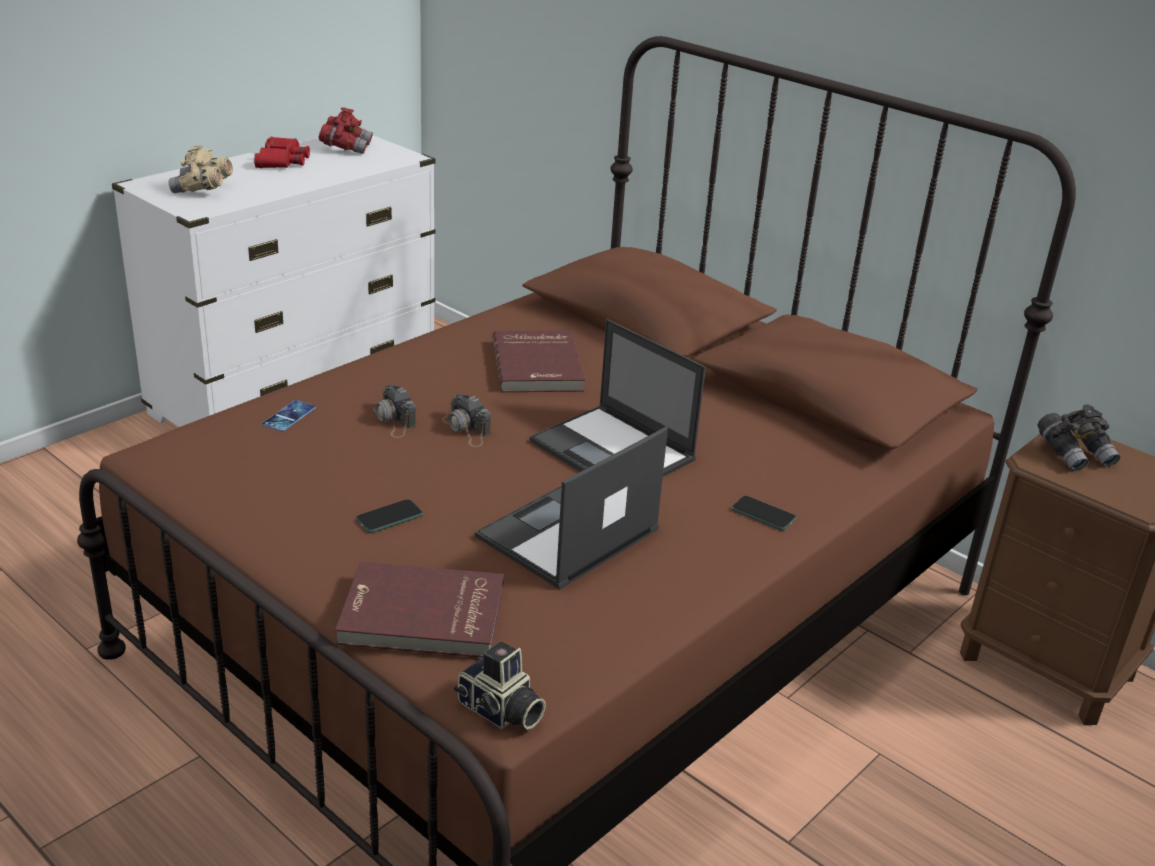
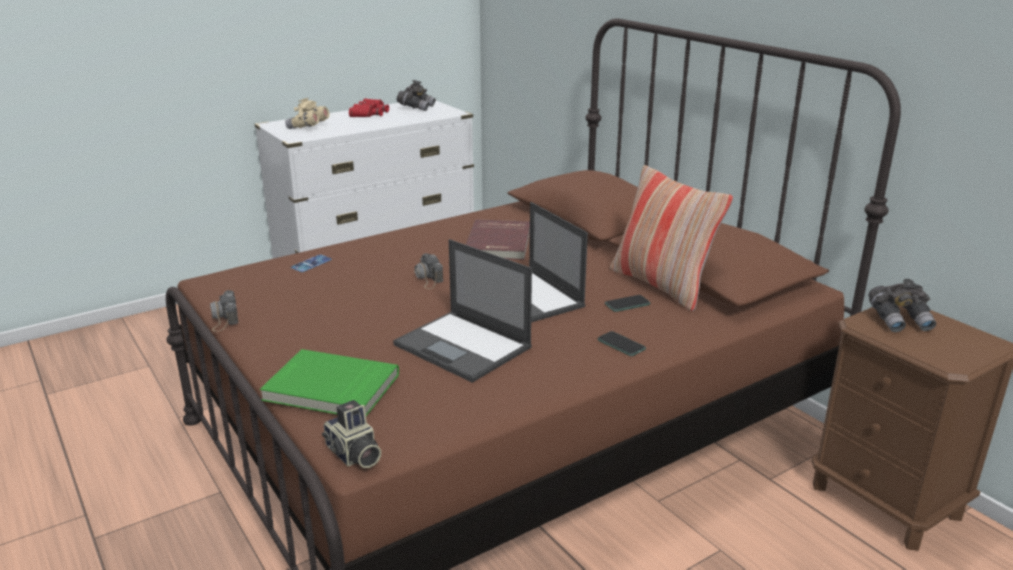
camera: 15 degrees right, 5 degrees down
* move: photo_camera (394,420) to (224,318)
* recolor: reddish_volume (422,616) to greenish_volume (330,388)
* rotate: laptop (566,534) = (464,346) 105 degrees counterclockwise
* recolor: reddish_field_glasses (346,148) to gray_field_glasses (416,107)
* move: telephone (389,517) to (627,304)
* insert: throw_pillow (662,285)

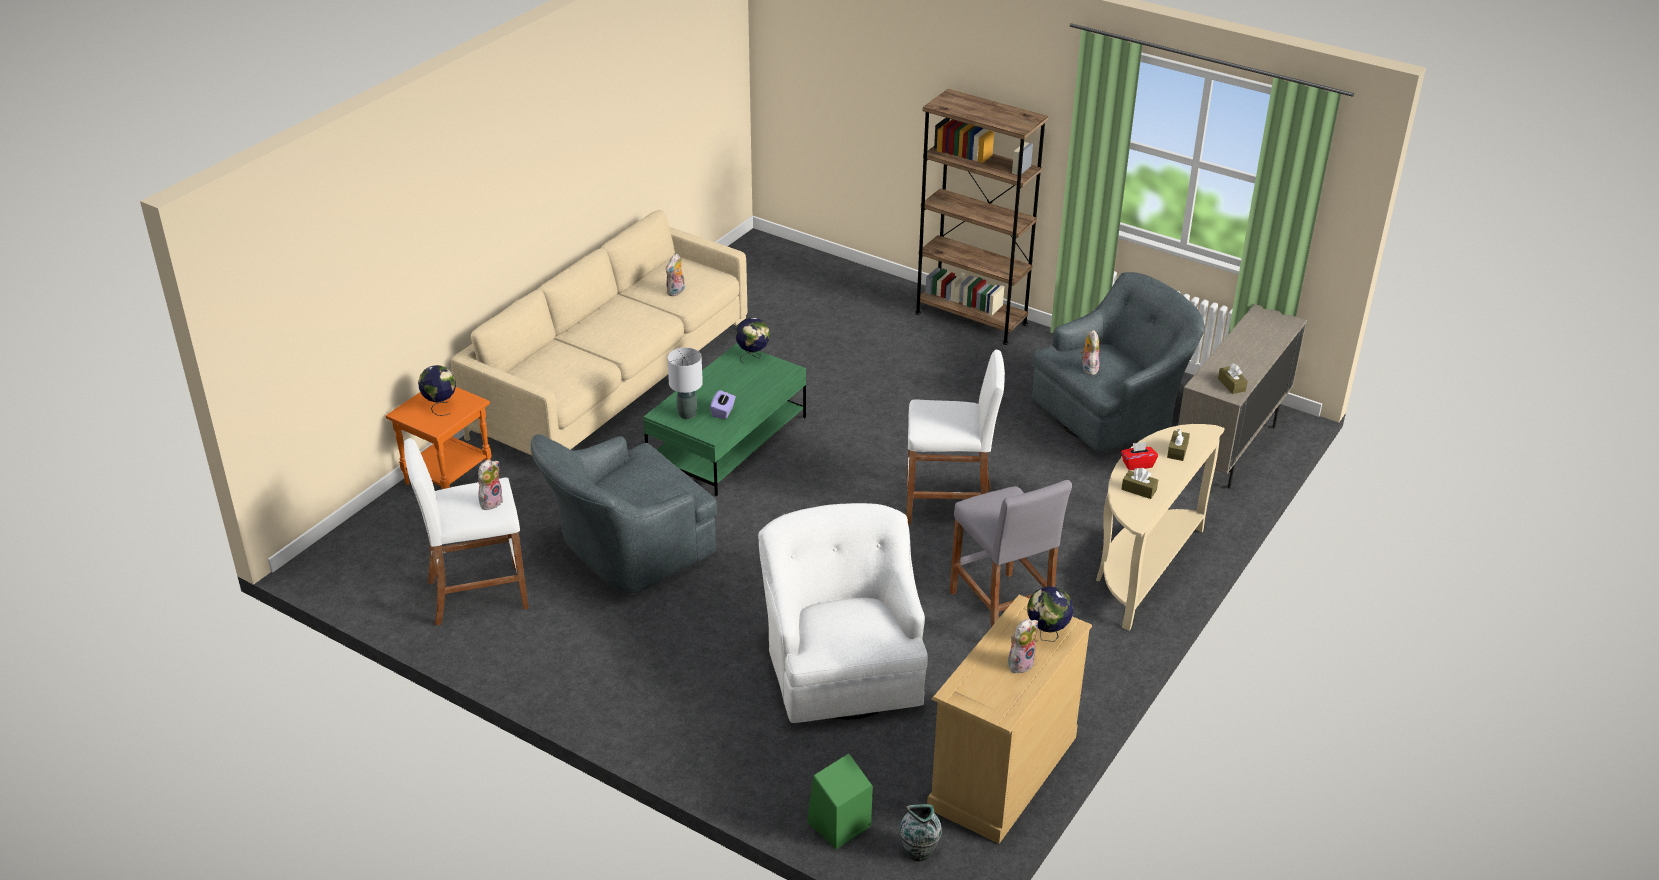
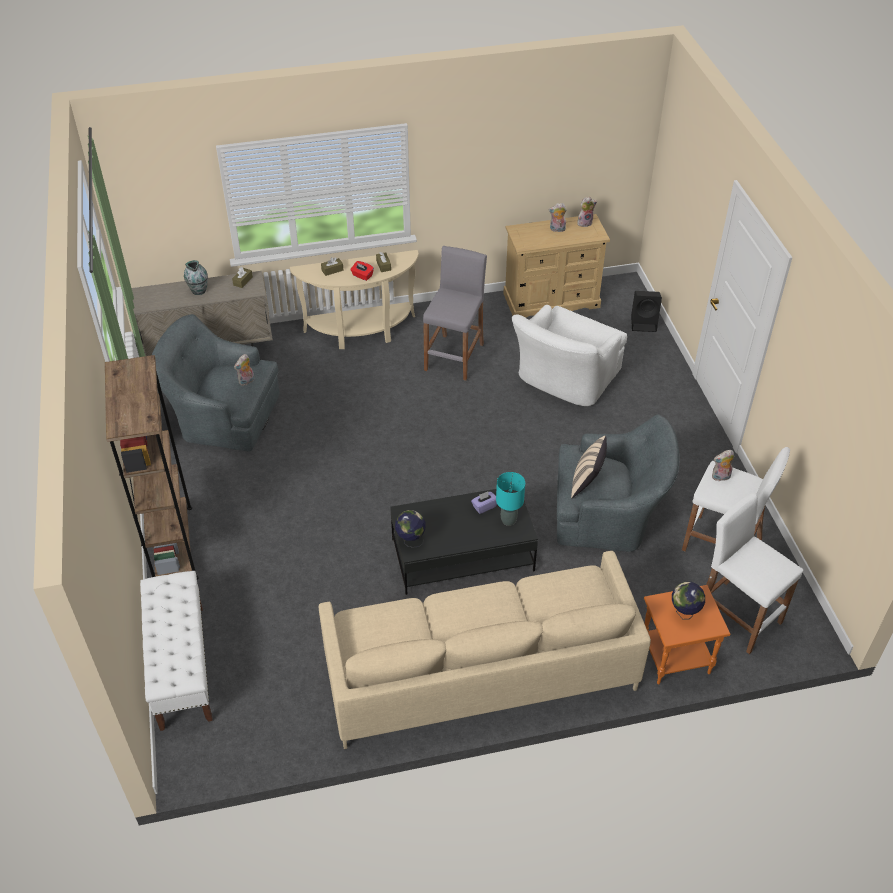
camera: 135 degrees left, 10 degrees up
* insert: white_long_seat (182,666)
* move: decorative_vase (919,852) to (198,290)
* recolor: greenish_low_table (727,441) to black_low_table (462,555)
* recolor: gray_table_lamp (687,414) to turquoise-coloured_table_lamp (508,520)
* insert: sand-coloured_throw_pillow (587,483)
* move: cuddly_toy (676,292) to (585,223)
* recolor: greenish_audio_speaker (838,825) to black_audio_speaker (644,323)
* move: white_stool (949,505) to (736,616)
* delete: globe (1047,635)

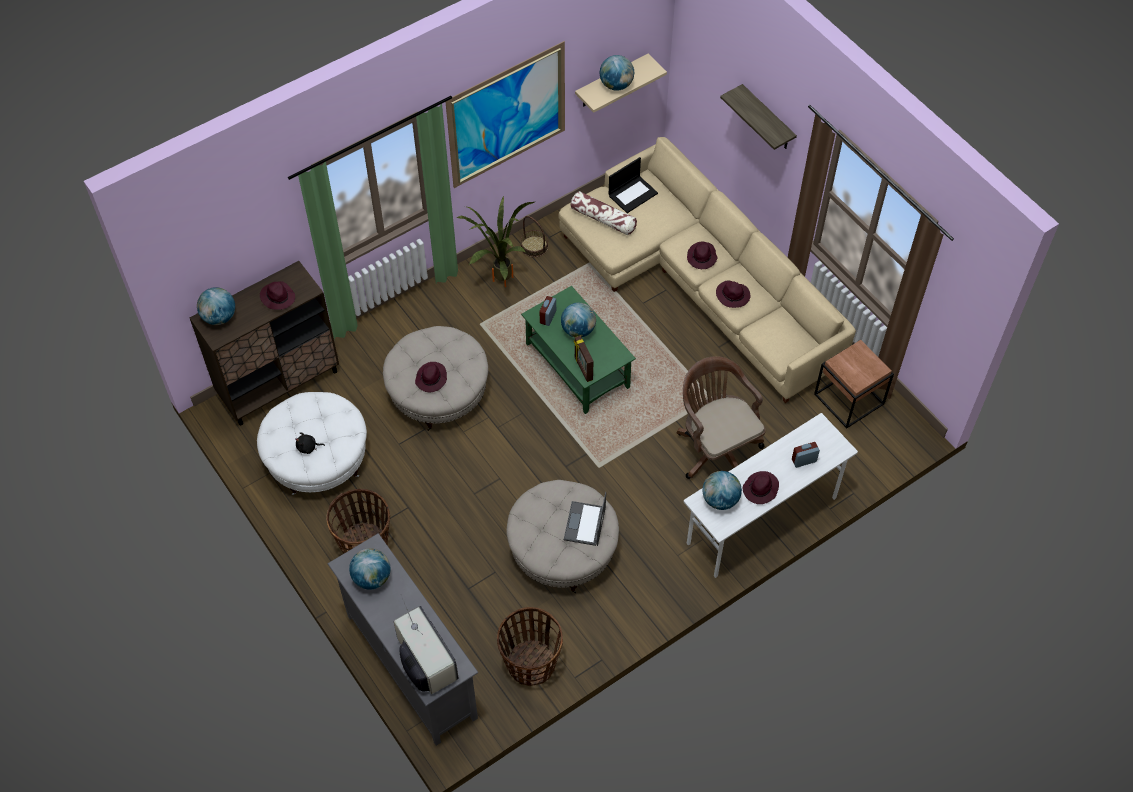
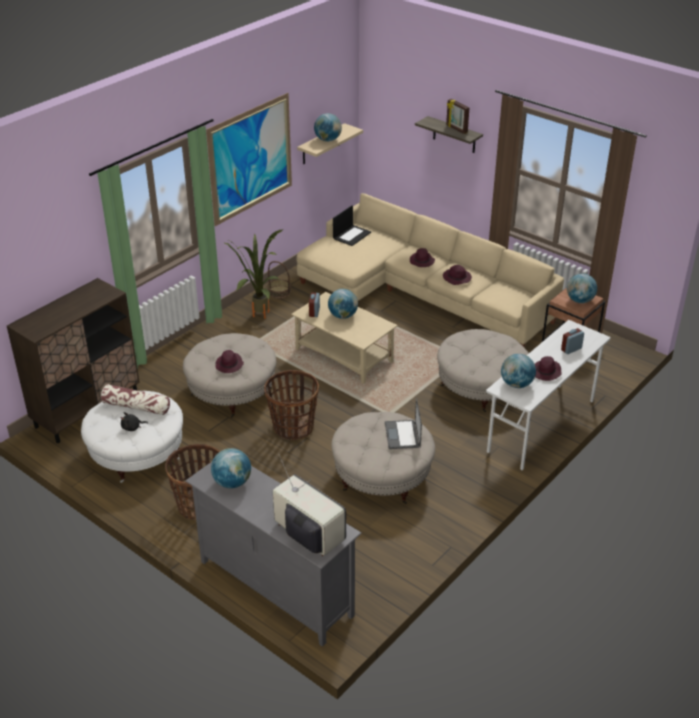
camera: 15 degrees left, 20 degrees down
* move: throw_pillow (603,219) to (136,406)
* move: storage_basket (530,663) to (293,427)
* recolor: greenish_low_table (578,366) to sand-coloured_low_table (345,356)
* replace: brownish_computer_chair (715,448) to sand-coloured_pouffe (480,387)
* move: picture_frame (583,368) to (456,129)
* move: globe (219,317) to (579,300)
* delete: purple_hat (277,297)

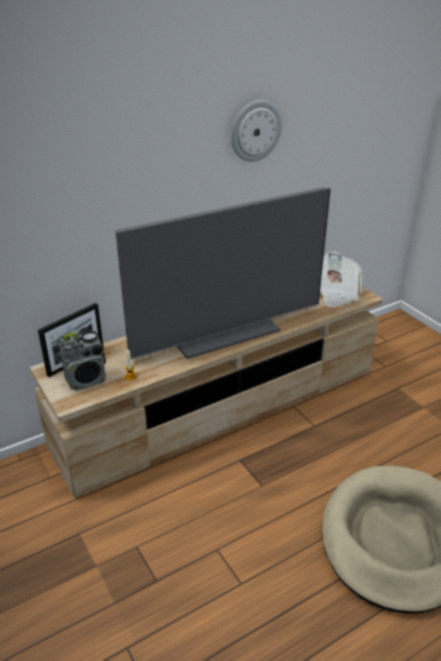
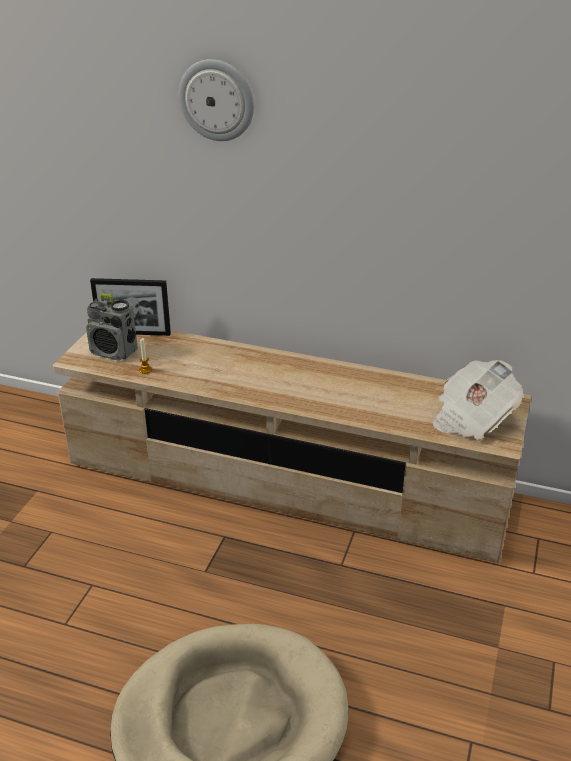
camera: 50 degrees right, 0 degrees up
* move: wall_clock (255,130) to (217,100)
* delete: television (224,331)

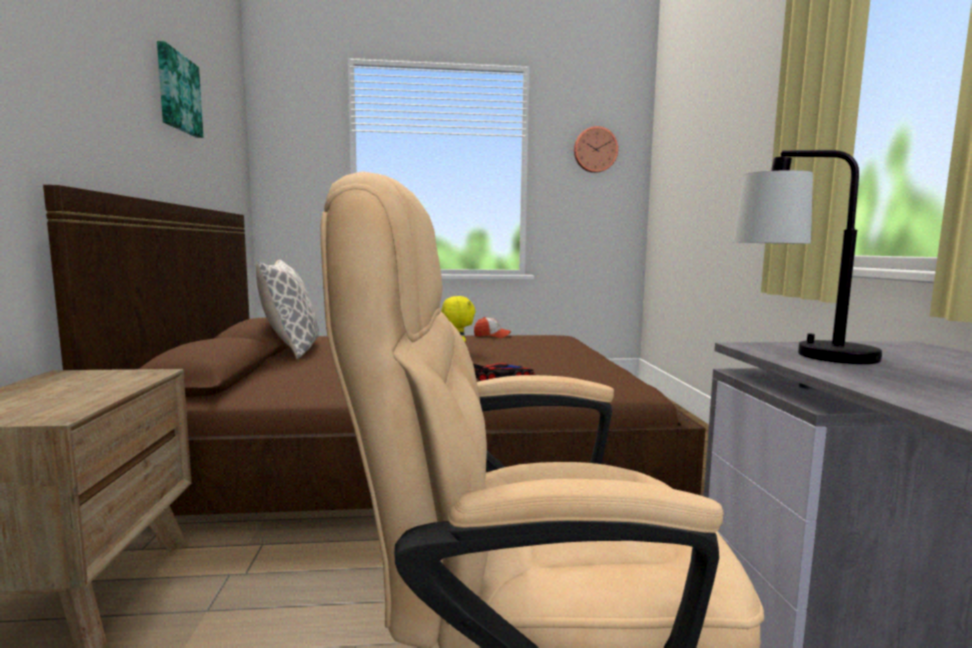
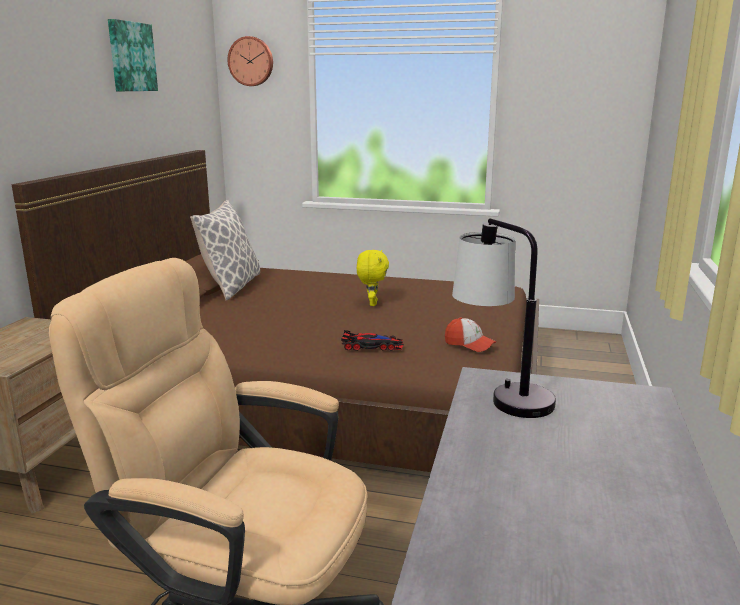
camera: 20 degrees right, 10 degrees up
* move: wall_clock (595,150) to (251,61)
* move: peaked_cap (492,336) to (469,344)

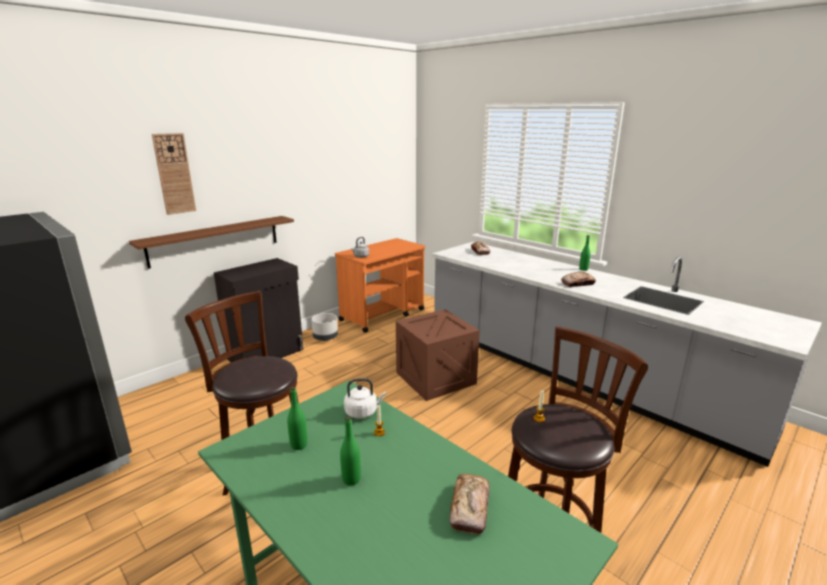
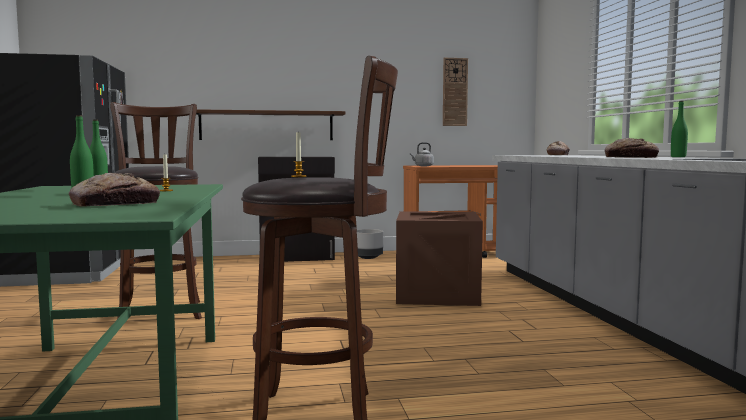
camera: 35 degrees right, 15 degrees down
* move: wall_clock (174,174) to (455,92)
* delete: white_kettle (363,412)

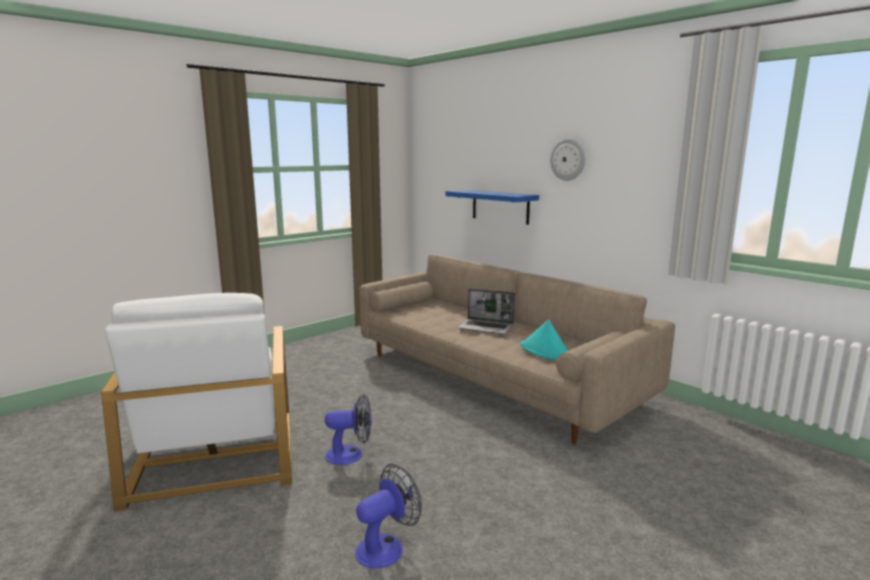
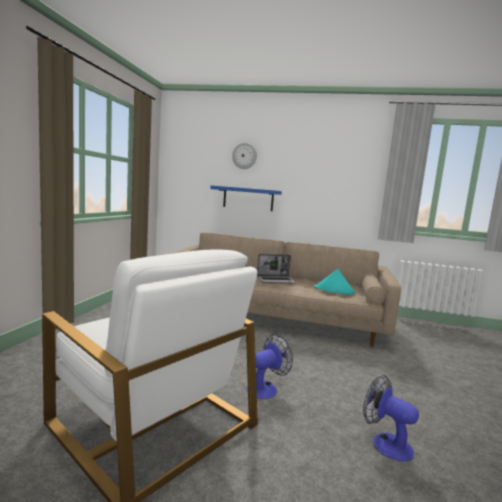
camera: 35 degrees left, 5 degrees down
* move: wall_clock (568,159) to (244,156)
* rotate: electric_fan (386,546) = (385,443) 60 degrees counterclockwise

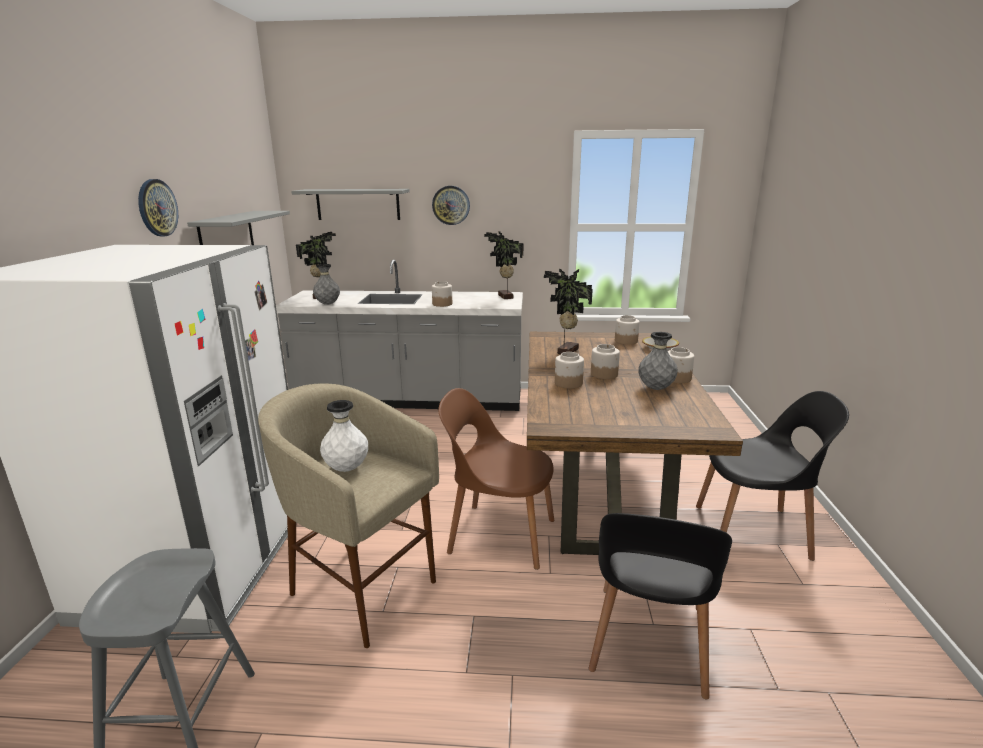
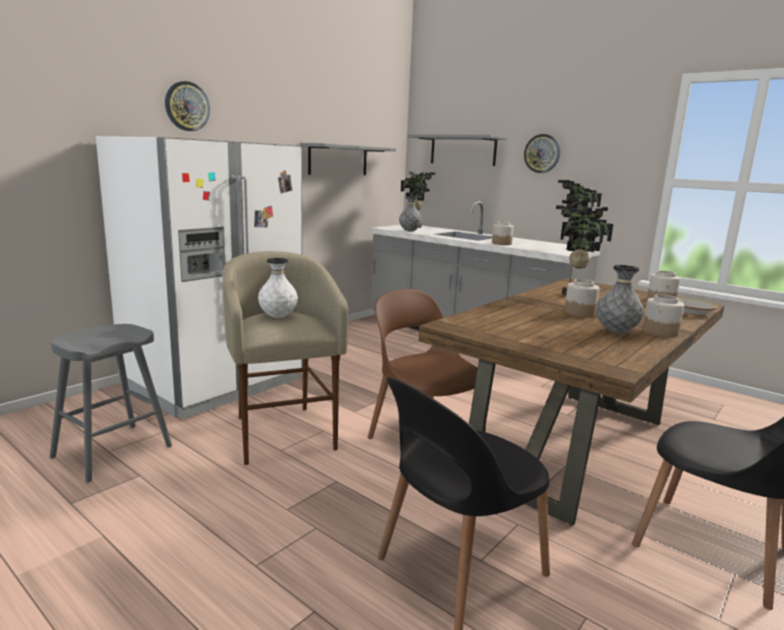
camera: 35 degrees right, 5 degrees down
* move: wall_clock (157,208) to (187,106)
* delete: jar (568,383)

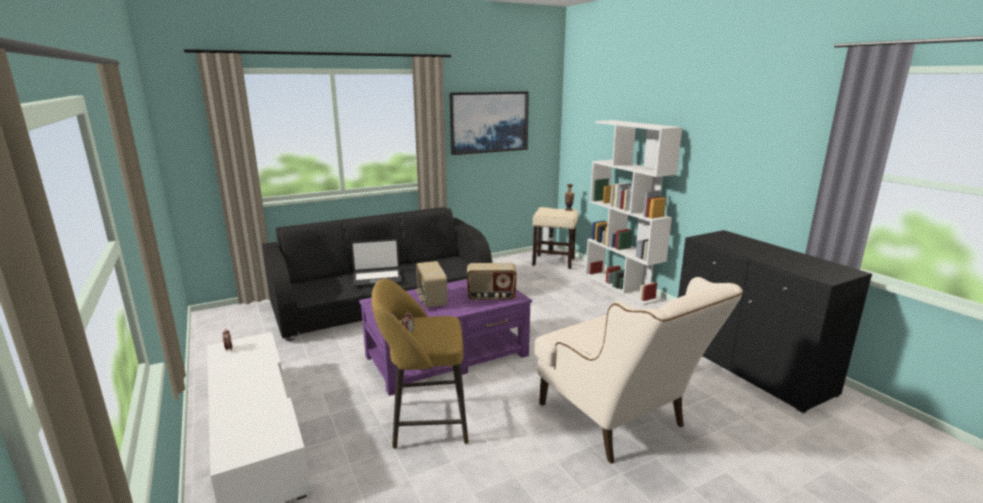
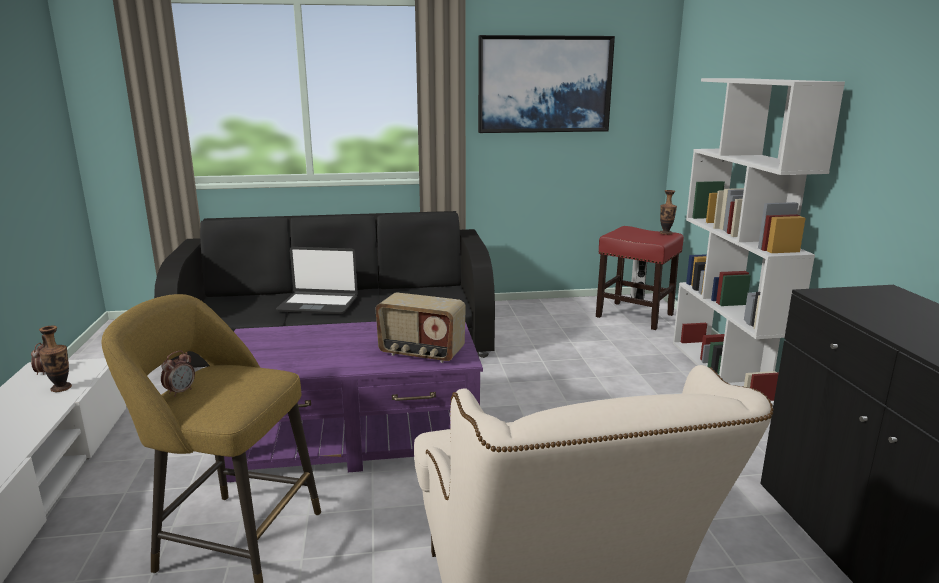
camera: 20 degrees right, 0 degrees up
* insert: decorative_vase (61,388)
* recolor: sand-coloured_stool (554,261) to reddish_stool (635,316)
* delete: radio (431,300)

